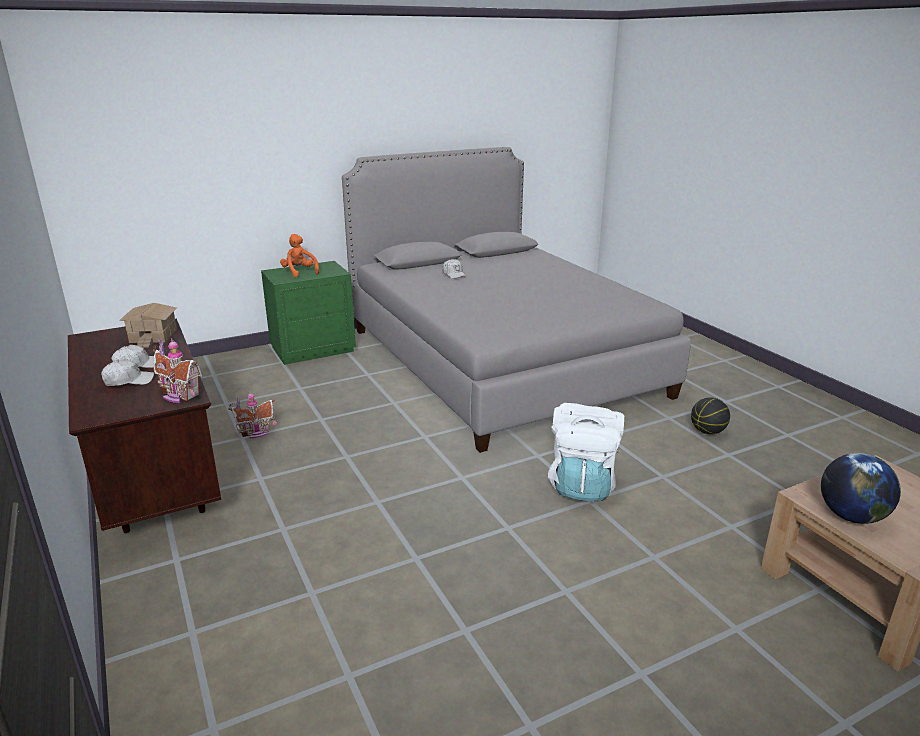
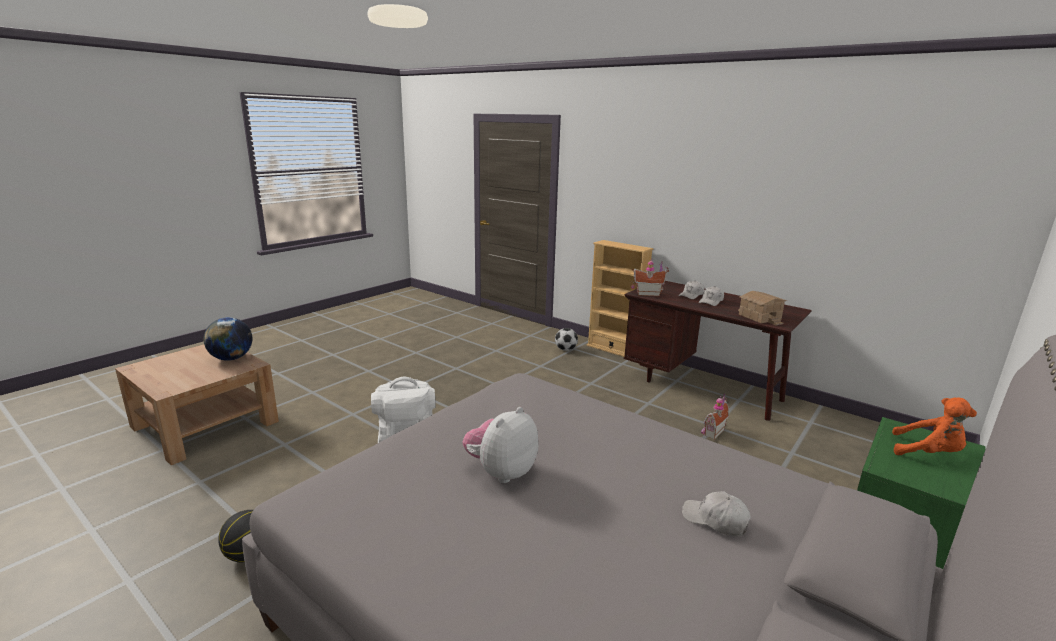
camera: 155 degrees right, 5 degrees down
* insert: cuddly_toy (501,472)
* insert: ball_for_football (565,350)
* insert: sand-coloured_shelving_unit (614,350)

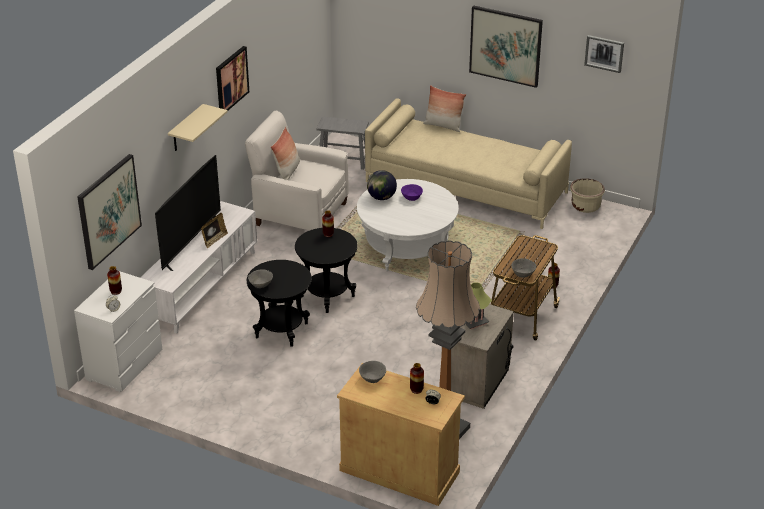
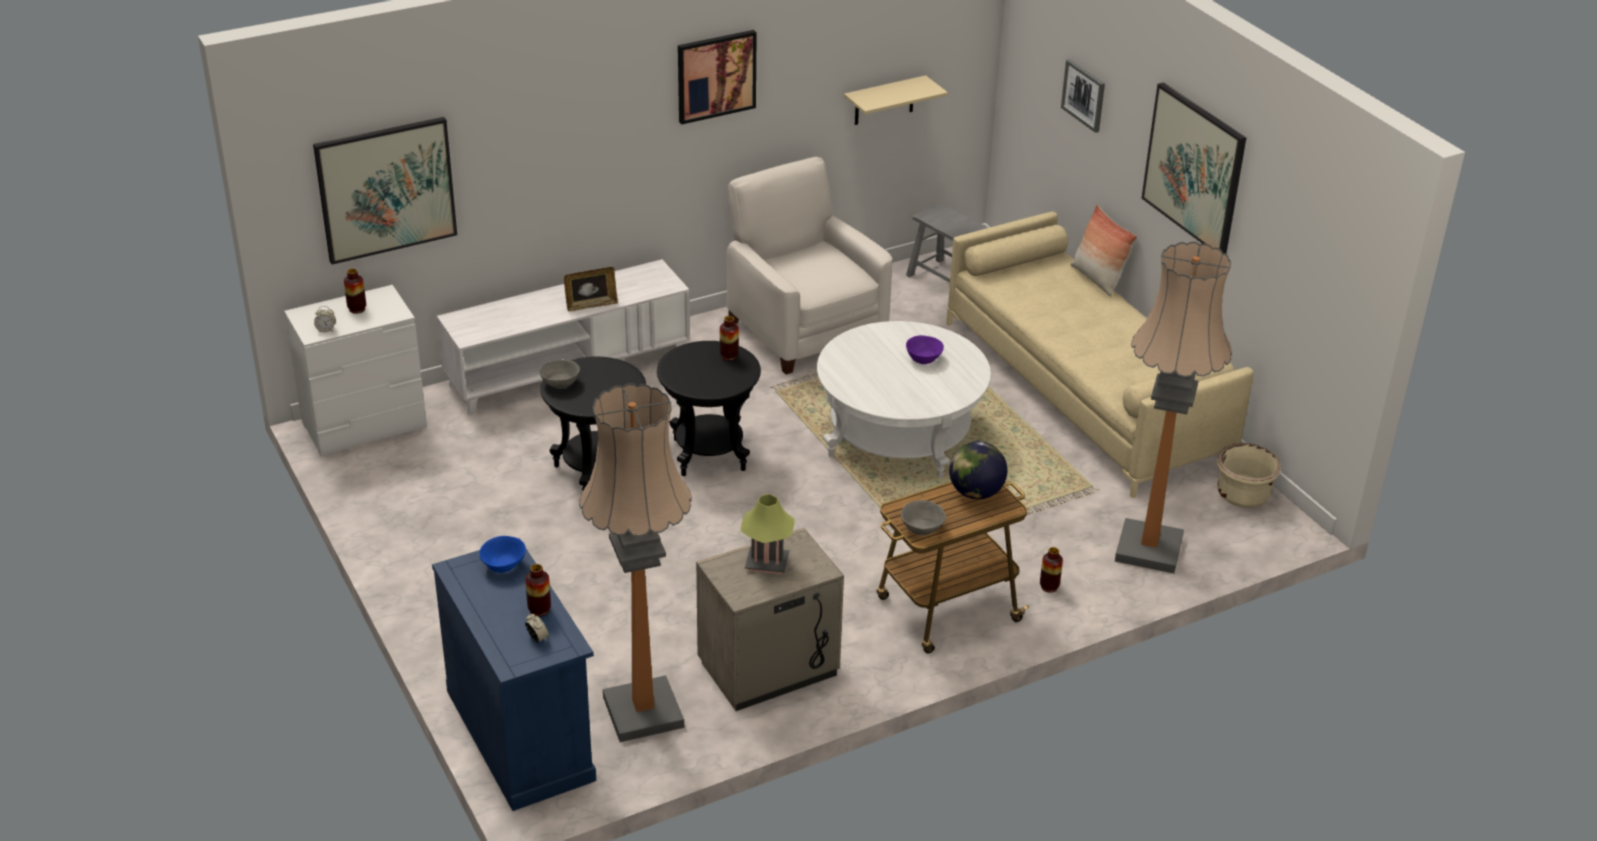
camera: 35 degrees right, 0 degrees up
* recolor: sand-coloured_cupboard (399,471) to bluish_cupboard (520,735)
* recolor: gray_bowl (372,378) to bluish_bowl (503,565)
* move: sand-coloured_shelf (186,129) to (884,101)
* move: globe (381,197) to (975,493)
* move: picture (604,53) to (1084,95)
* insert: standing_lamp (1149,549)
* delete: television (191,244)
* delete: throw_pillow (287,172)

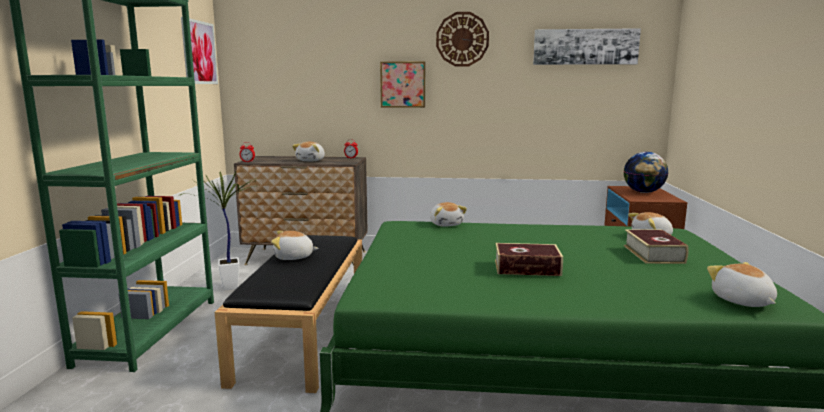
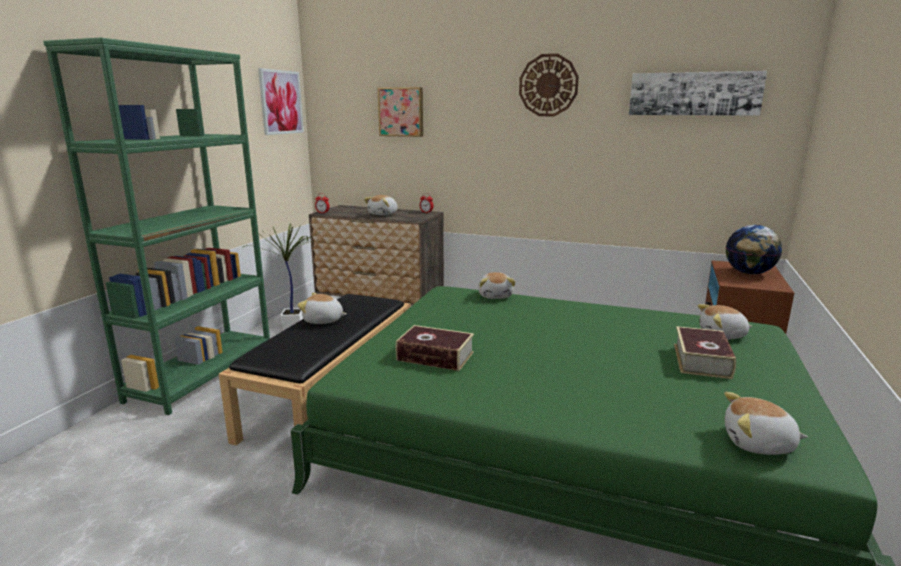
camera: 15 degrees right, 5 degrees up
* move: picture (403,84) to (401,112)
* move: volume (527,268) to (435,356)
* rotate: cuddly_toy (742,301) = (758,444) 75 degrees counterclockwise

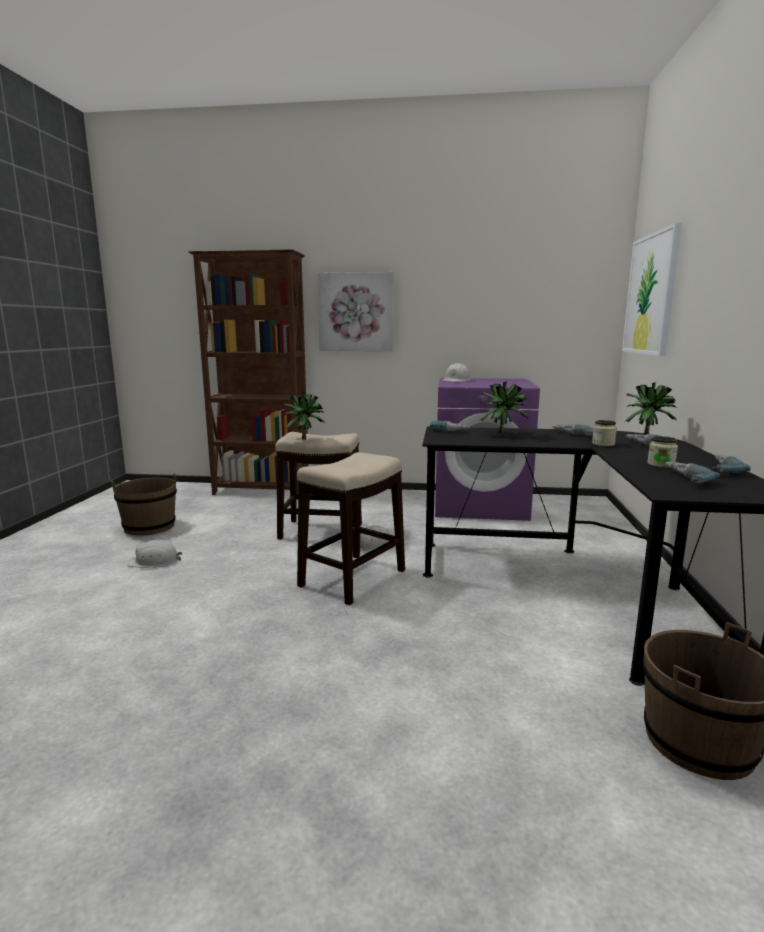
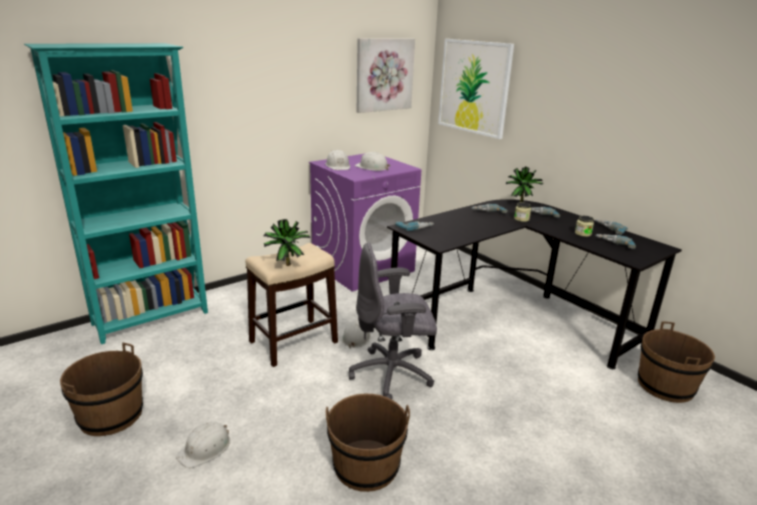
camera: 45 degrees left, 10 degrees up
* recolor: brownish_shelving_unit (262,491) to turquoise-coloured_shelving_unit (152,318)
* insert: brownish_pail (366,466)
* replace: stool (353,578) to gray_computer_chair (392,374)
* insert: white_work_helmet (372,167)
* move: picture (356,312) to (384,75)
* delete: houseplant (502,434)

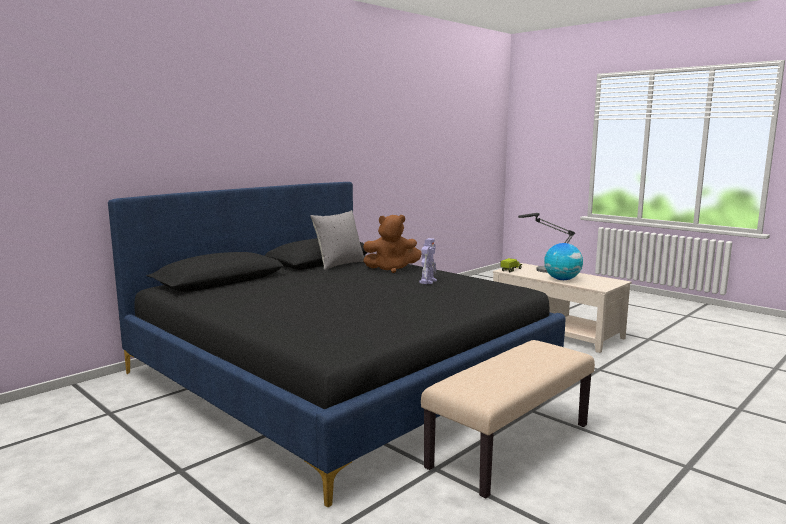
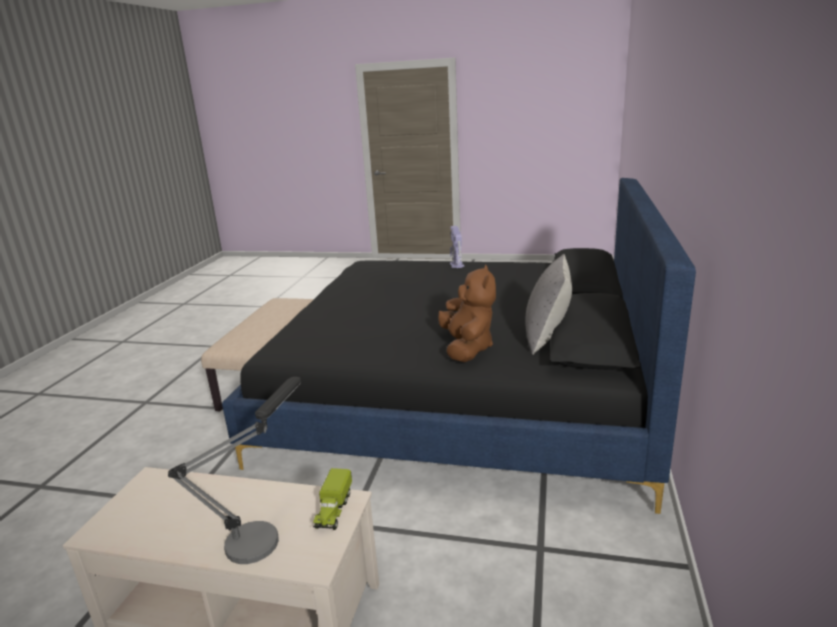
camera: 150 degrees right, 10 degrees up
* rotate: brownish_cuddly_toy (391,269) = (467,348) 120 degrees clockwise
* move: toy_robot (428,281) to (457,265)
* delete: globe (562,279)

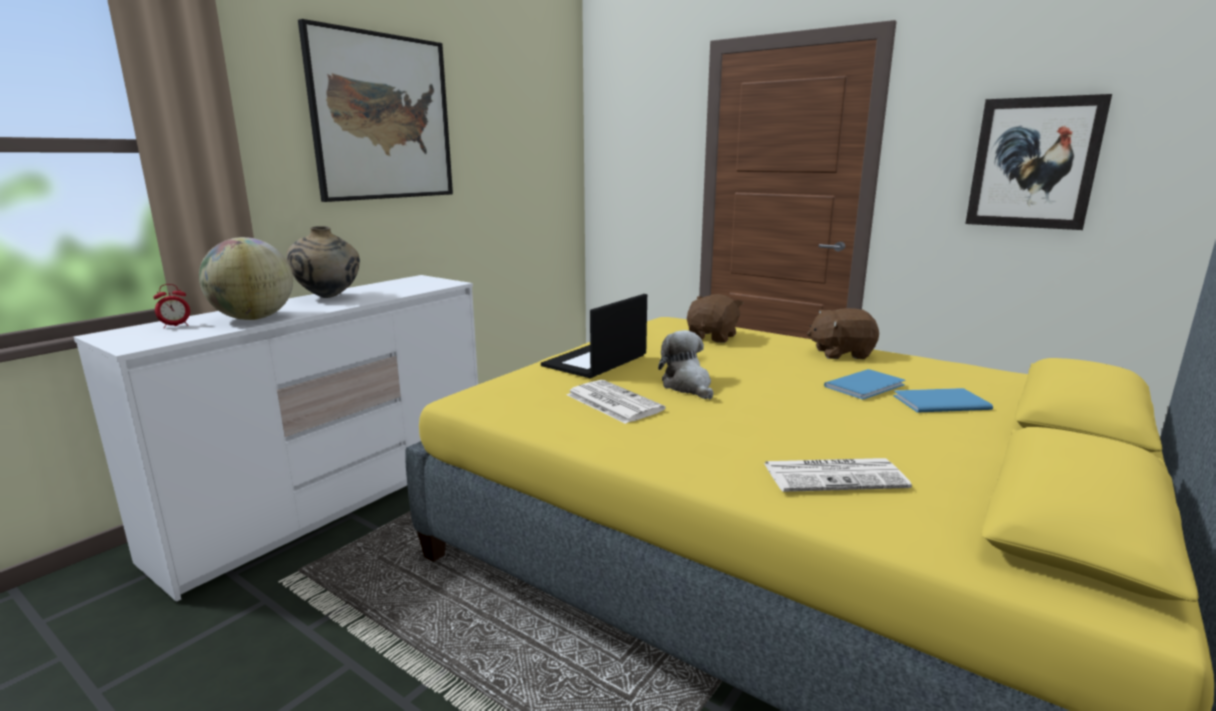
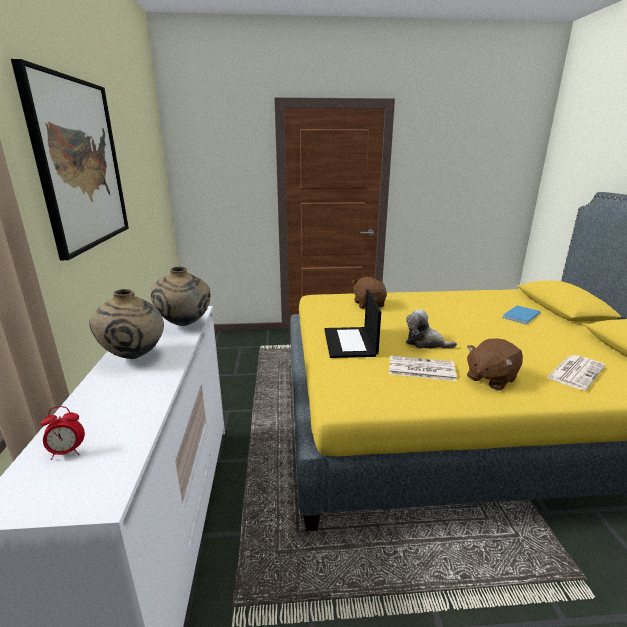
camera: 40 degrees left, 5 degrees up
* rotate: alarm_clock (176,326) = (67,452) 60 degrees clockwise
* insert: sand-coloured_decorative_vase (185,324)
* move: brownish_cuddly_toy (840,353) to (490,378)
* delete: globe (254,318)
* delete: bluish_volume (867,386)
* delete: picture (1033,163)

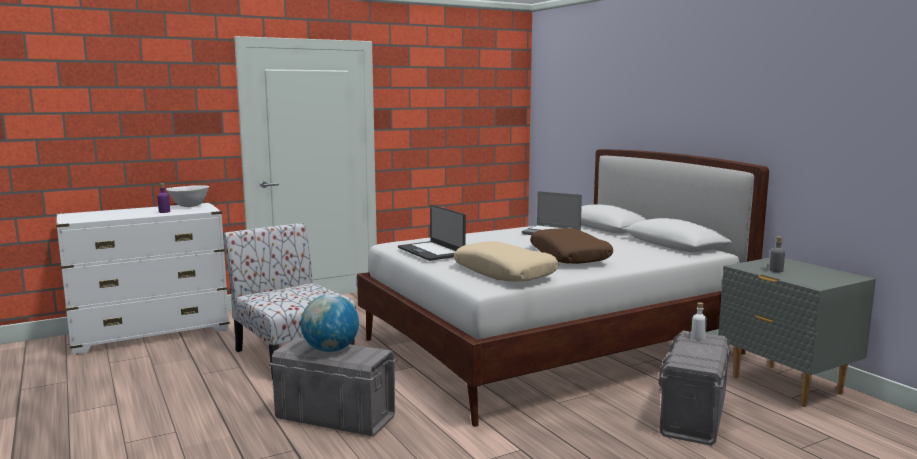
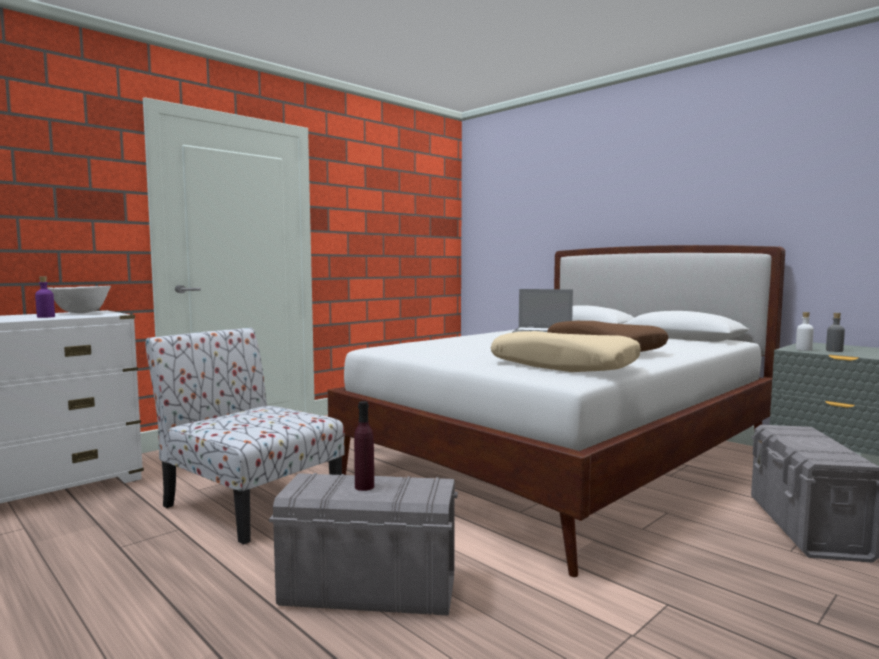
camera: 15 degrees left, 5 degrees down
* replace: globe (330,350) to purple_beverage_bottle (364,487)
* move: white_beverage_bottle (698,337) to (803,349)
* delete: laptop (431,251)

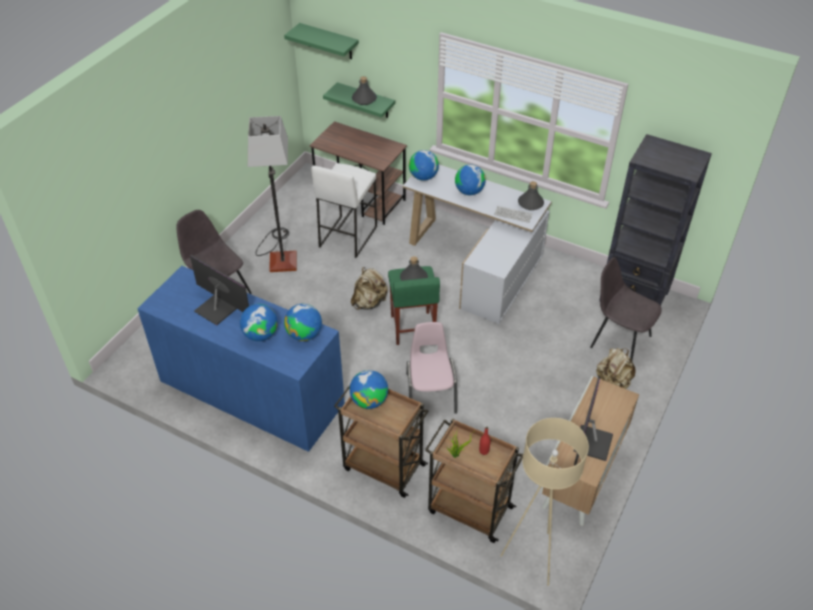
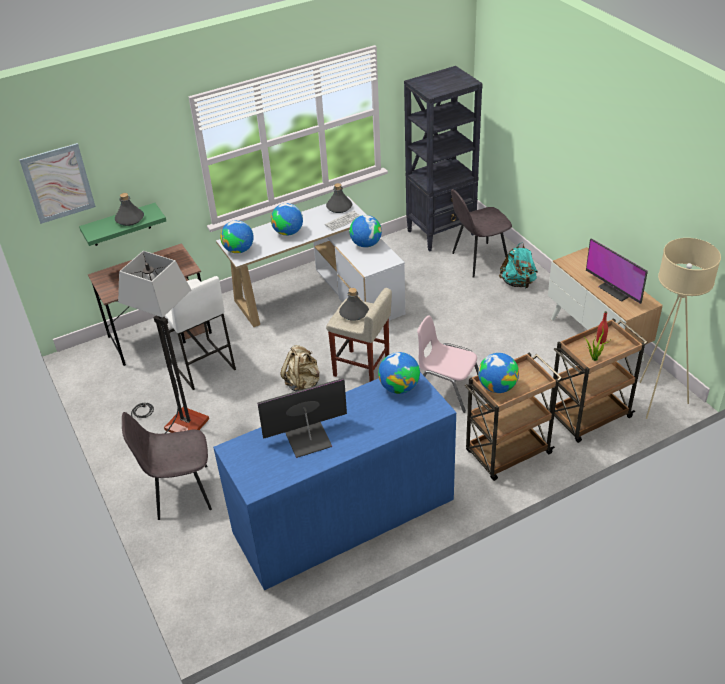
camera: 55 degrees left, 5 degrees down
* replace: greenish_shelf (329,41) to picture (58,183)
* recolor: greenish_stool (412,328) to sand-coloured_stool (362,368)
* move: globe (260,335) to (366,244)
* recolor: sand-coloured_rucksack (612,383) to turquoise-coloured_rucksack (518,283)

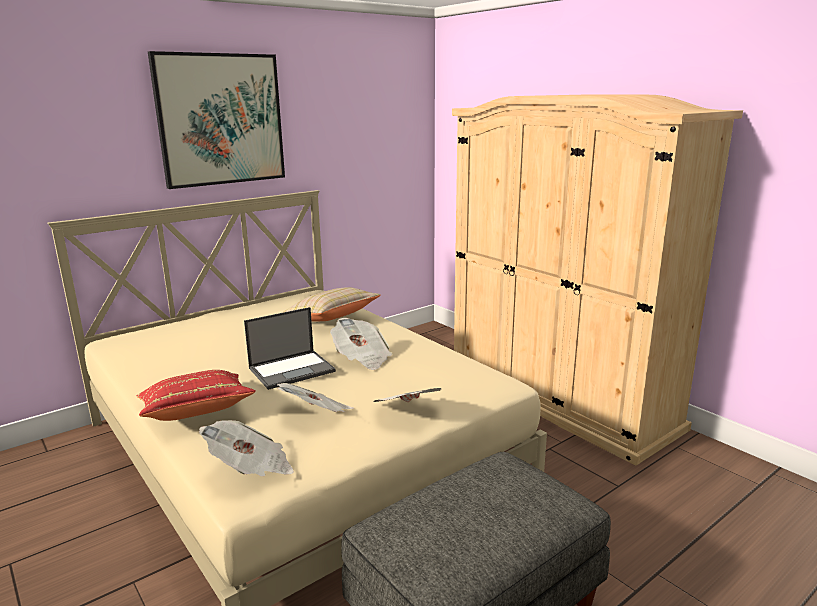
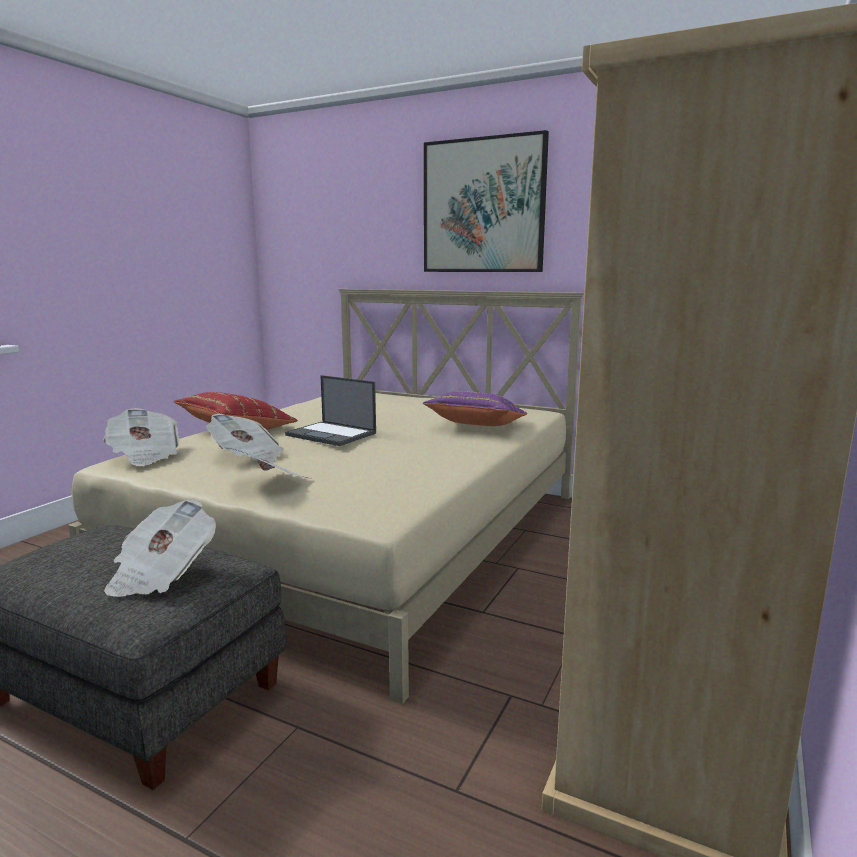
camera: 65 degrees right, 5 degrees down
* move: daily_paper (362,358) to (161,574)
* recolor: sand-coloured_throw_pillow (331,319) to purple_throw_pillow (476,427)

